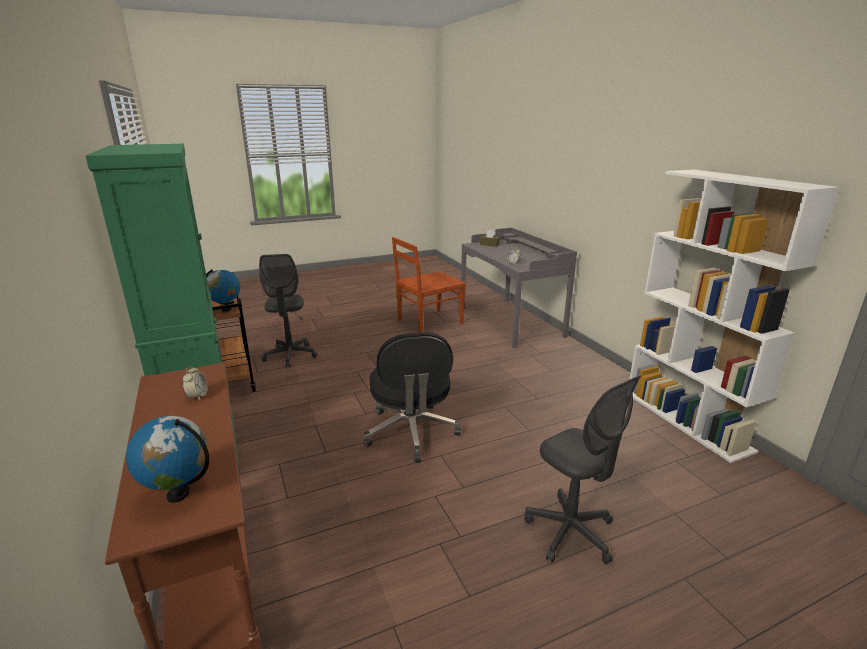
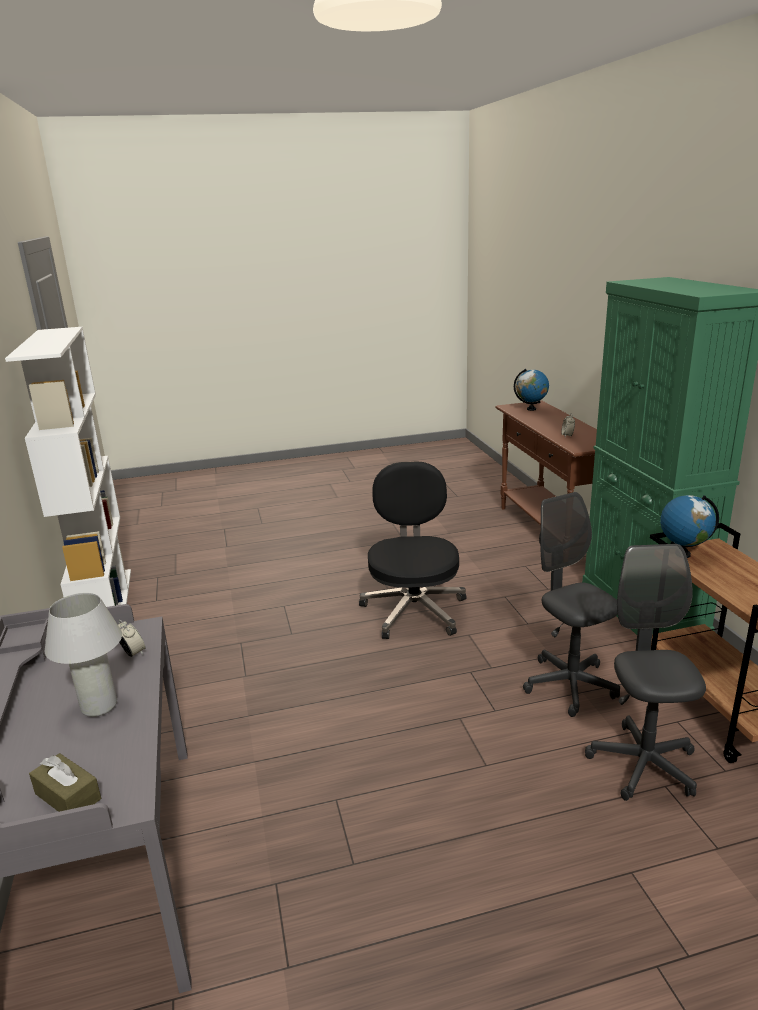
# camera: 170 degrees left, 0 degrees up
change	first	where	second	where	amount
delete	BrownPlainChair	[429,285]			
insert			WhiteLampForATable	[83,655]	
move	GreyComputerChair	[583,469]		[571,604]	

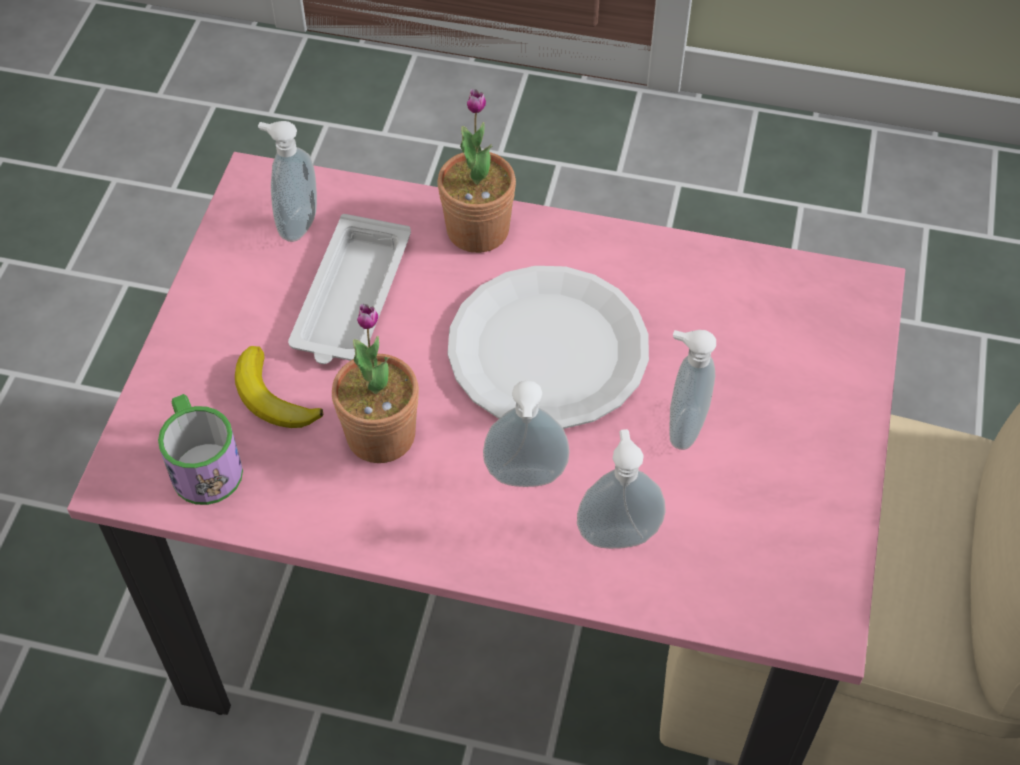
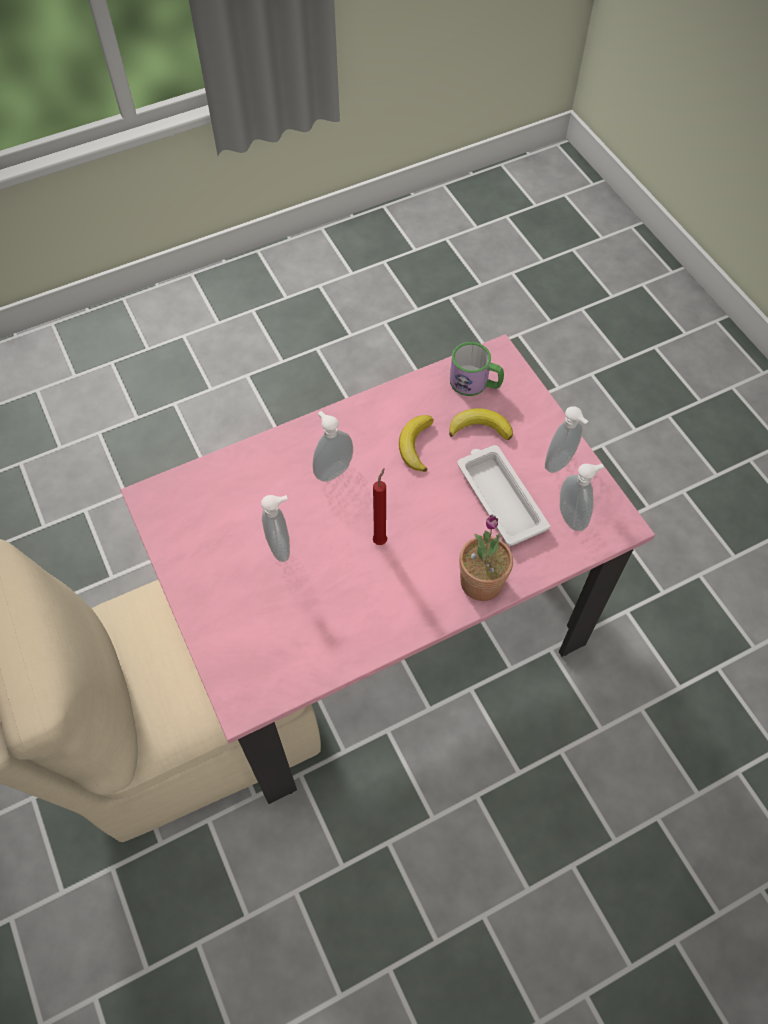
# camera: 140 degrees right, 5 degrees up
change	first	where	second	where	amount
move	SoapBottle	[621,489]		[566,439]	
replace	Houseplant	[375,383]	BananaFruit	[416,443]	
replace	WhiteDinnerPlate	[548,347]	RedWaxLight	[380,507]	

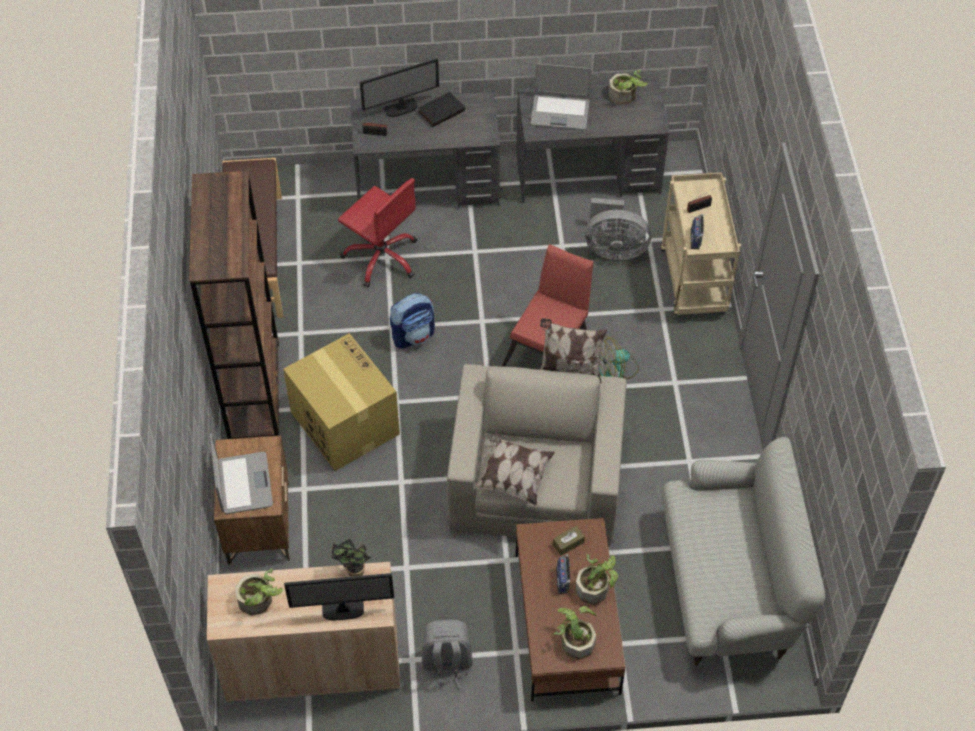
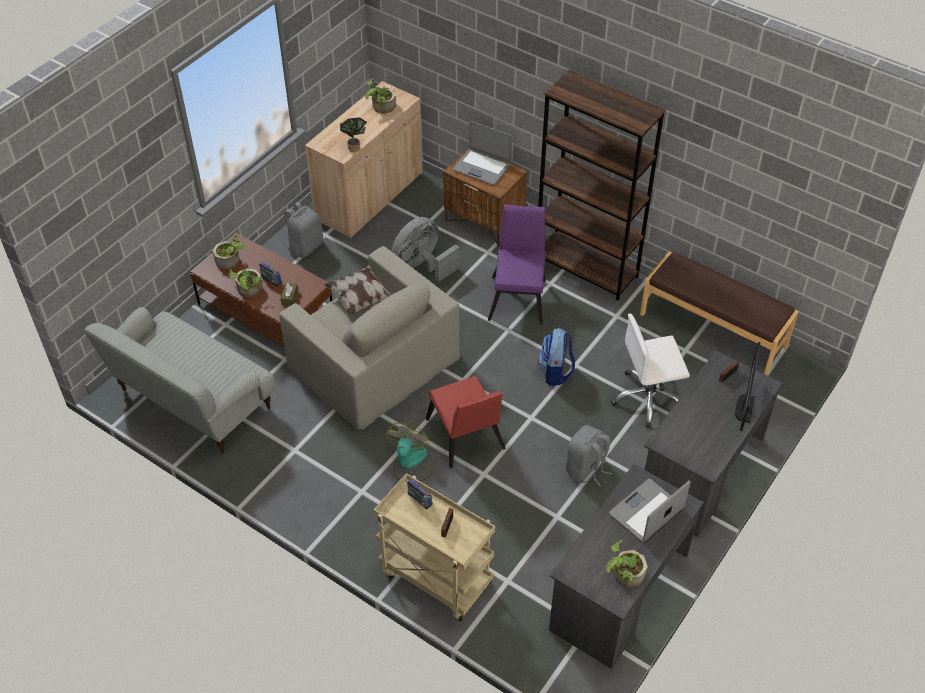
# camera: 130 degrees right, 5 degrees down
change	first	where	second	where	amount
delete	ComputerScreen	[339,596]			
delete	BlackVolume	[441,109]			
delete	ThrowPillow	[573,350]			
insert			GreyBackpack	[589,456]	
move	GreyCoolingFan	[618,229]		[425,249]	
replace	PackingBox	[341,402]	PurplePlainChair	[517,264]	
recolor	RedComputerChair	[377,233]	WhiteComputerChair	[650,371]	

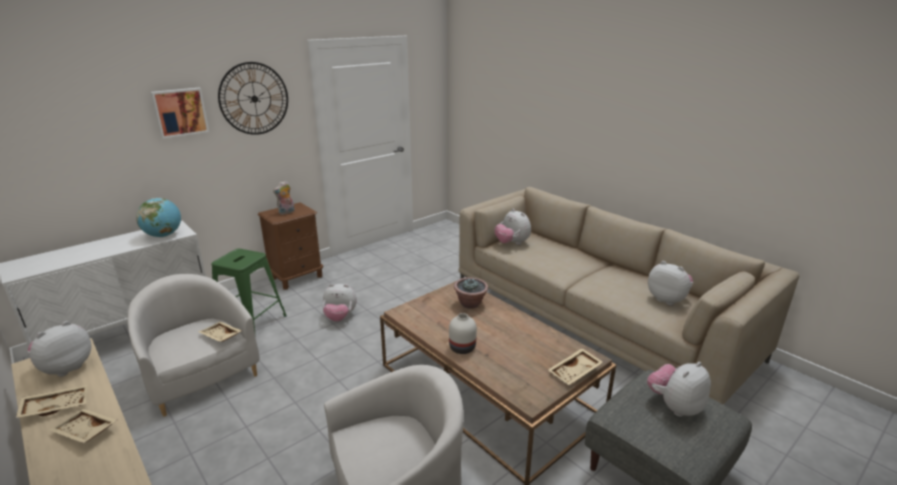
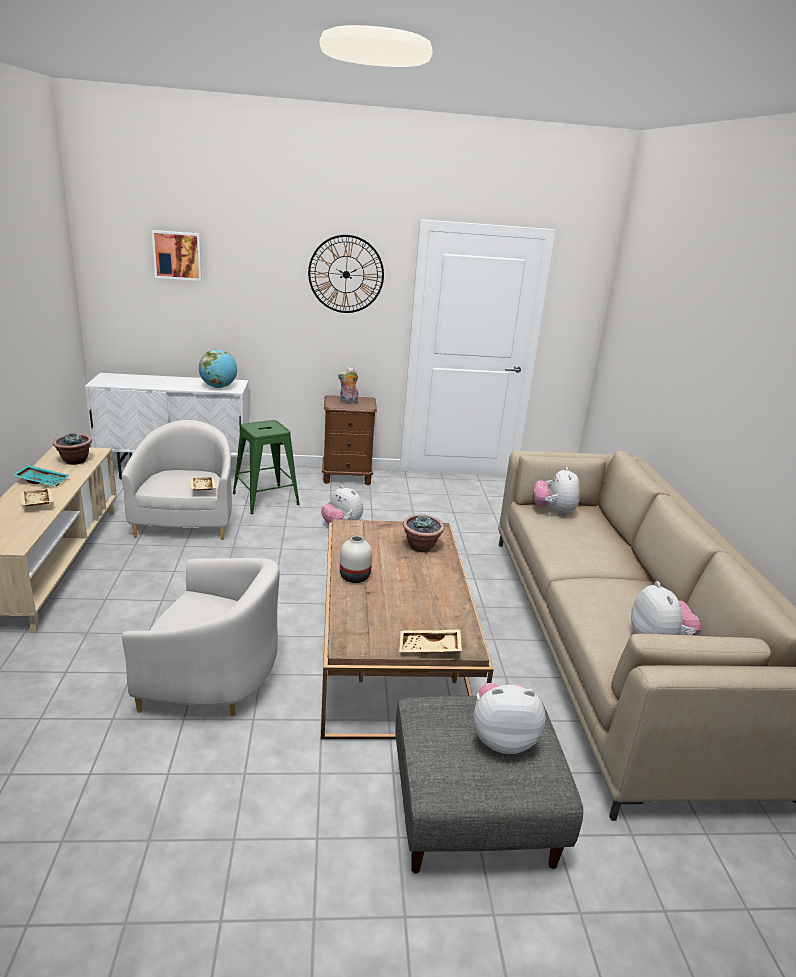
# camera: 35 degrees right, 0 degrees up
change	first	where	second	where	amount
move	WallArt	[180,113]		[177,255]	
replace	SoftToy	[59,349]	Houseplant	[72,448]	
recolor	BeigeColouredServingTray	[52,401]	BlueGreenServingTray	[40,475]	

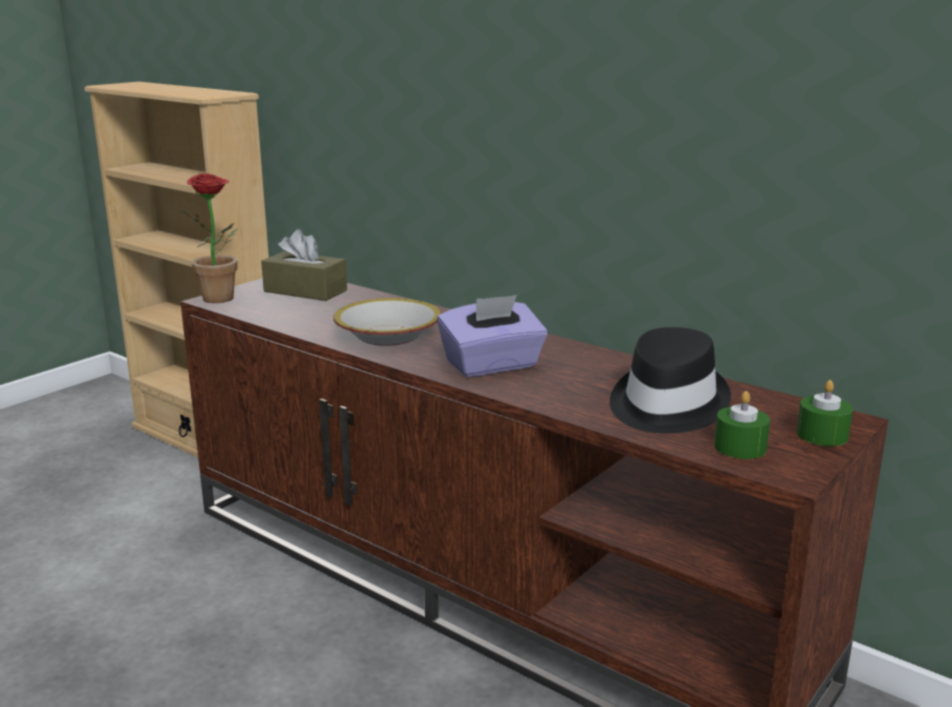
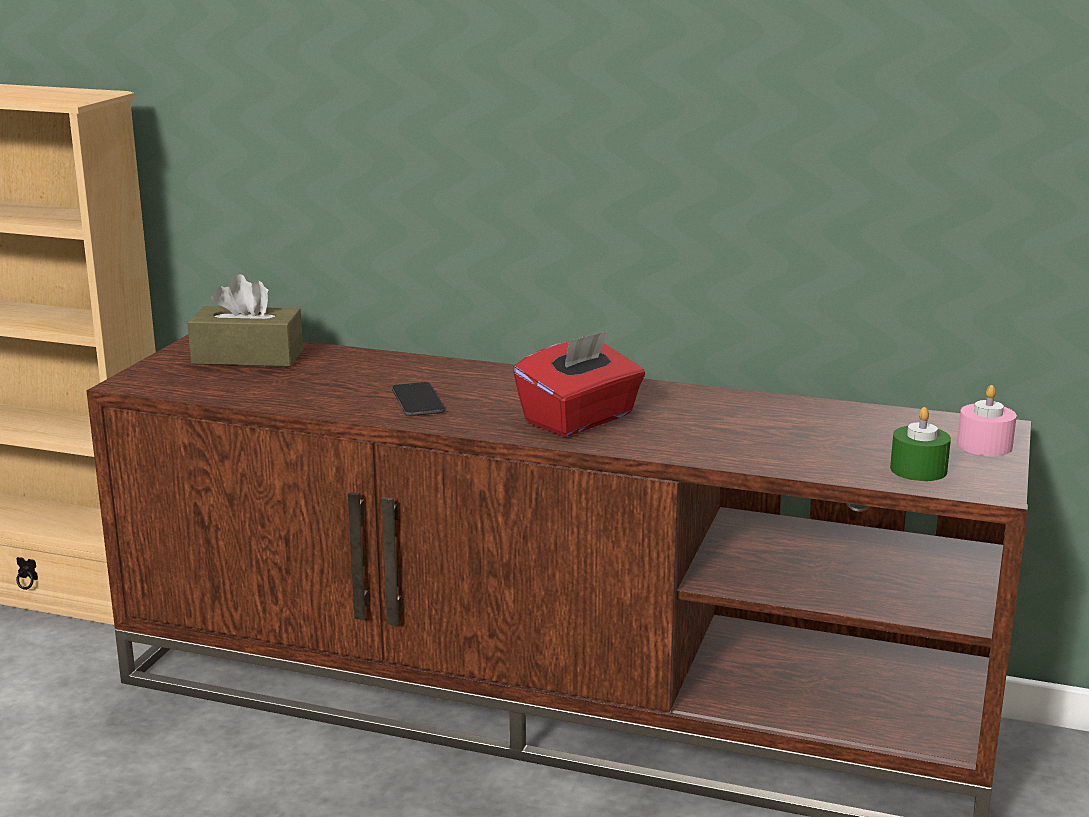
# camera: 20 degrees left, 0 degrees up
change	first	where	second	where	amount
delete	Houseplant	[208,238]			
delete	BlackHat	[670,380]			
replace	ServingBowl	[387,322]	Telephone	[418,399]	
recolor	PurpleTissueHolder	[492,336]	RedTissueHolder	[579,383]	
recolor	GreenColouredWaxLight	[825,413]	PinkWaxLight	[987,420]	

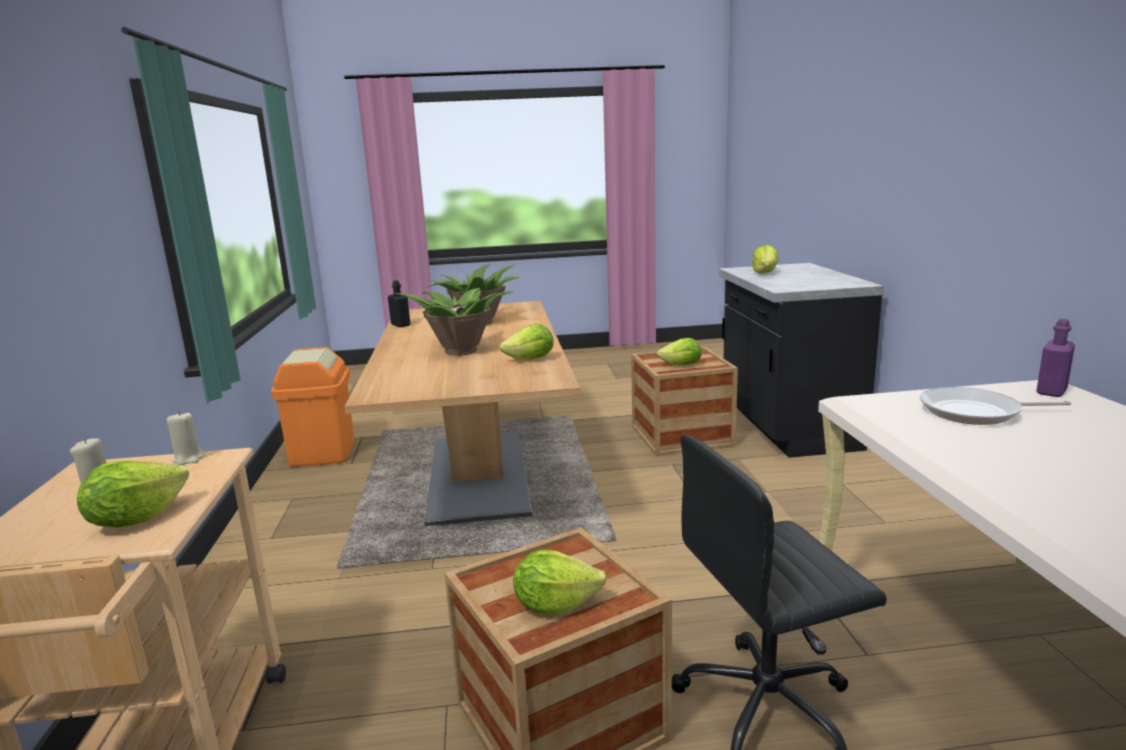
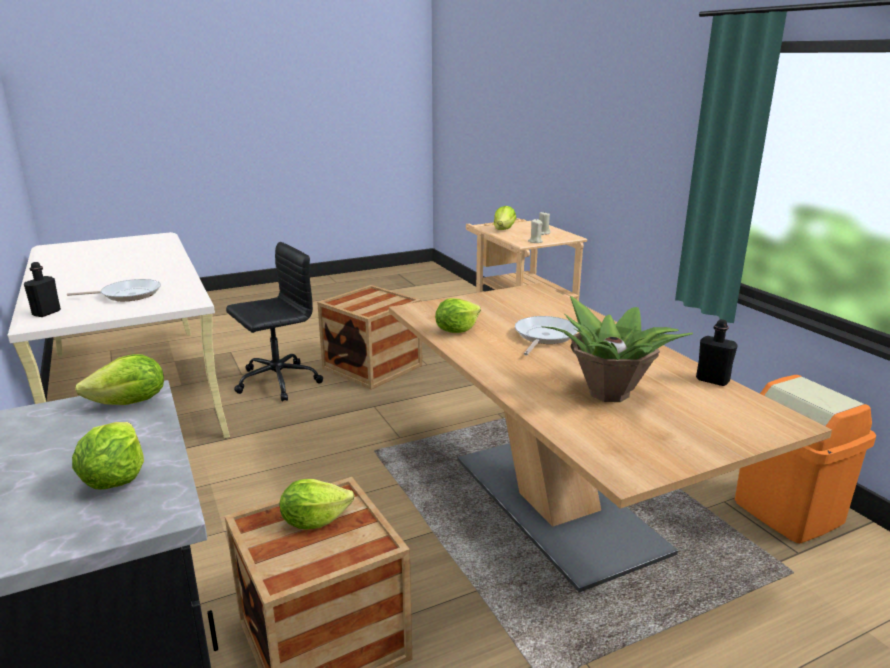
# camera: 160 degrees right, 5 degrees up
change	first	where	second	where	amount
move	Lettuce	[560,582]		[119,379]	
replace	Houseplant	[454,322]	Pan	[546,335]	
recolor	PurpleBottle	[1055,358]	BlackBottle	[42,289]	

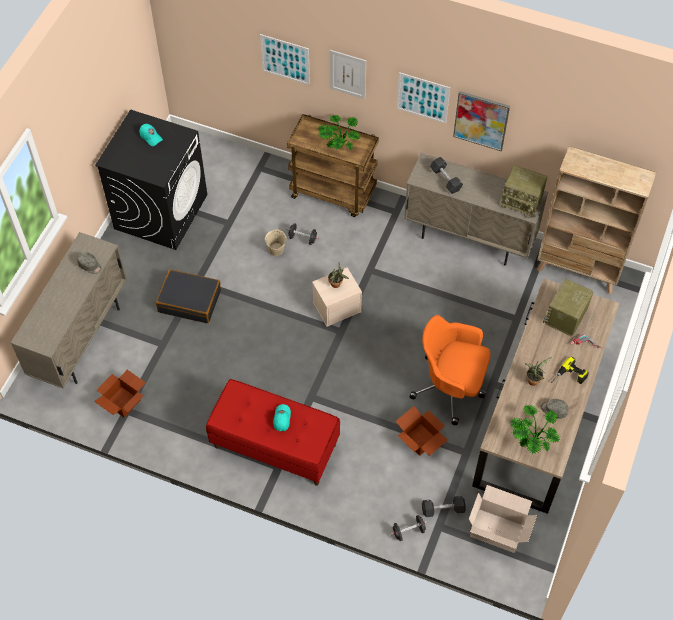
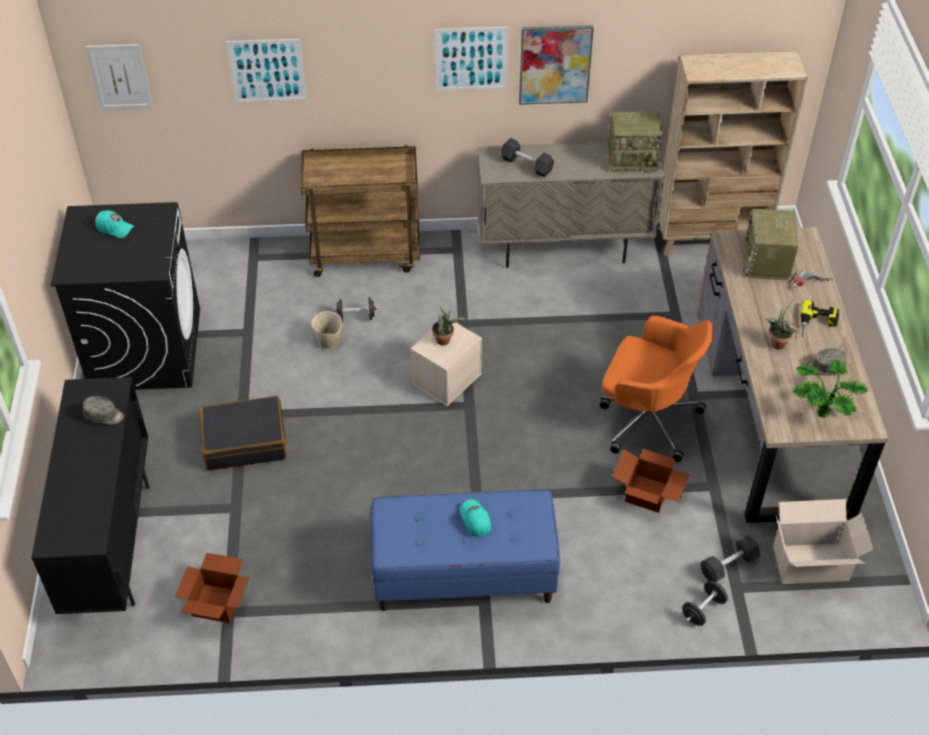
# camera: 25 degrees left, 10 degrees down
change	first	where	second	where	amount
delete	Houseplant	[339,132]			
move	WallArt	[348,74]		[119,77]	
recolor	BeigeColouredCabinet	[69,310]	BlackCabinet	[90,495]	
recolor	RedIndoorBench	[273,432]	BlueColouredIndoorBench	[465,550]	
rotate	OrangeColouredComputerChair	[450,370]		[656,389]	150 degrees counterclockwise

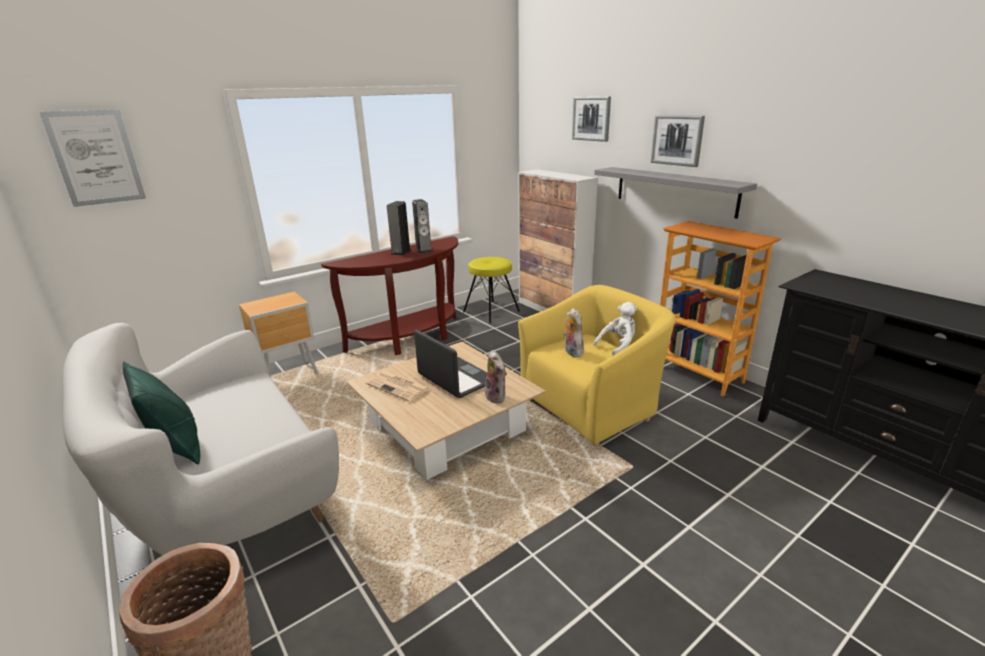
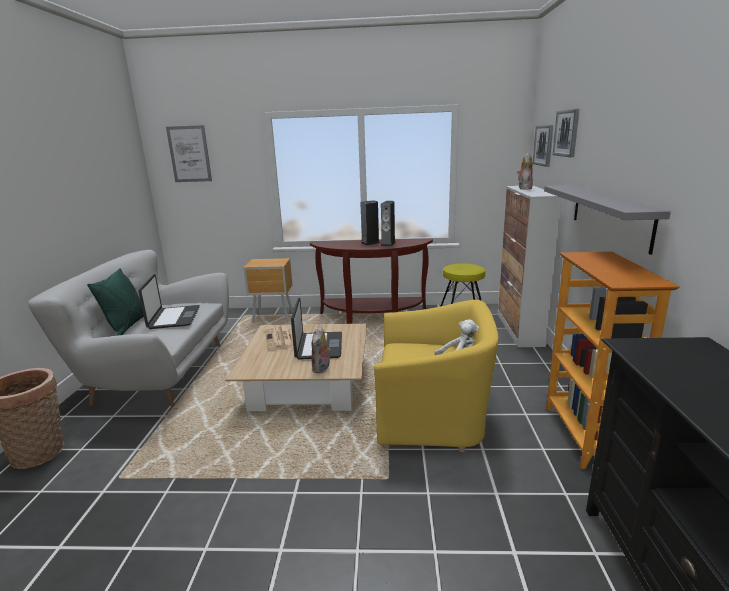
# camera: 40 degrees right, 5 degrees down
change	first	where	second	where	amount
insert			PortableComputer	[169,301]	
move	SoftToy	[573,332]		[525,171]	
move	WallArt	[678,141]		[543,146]	

